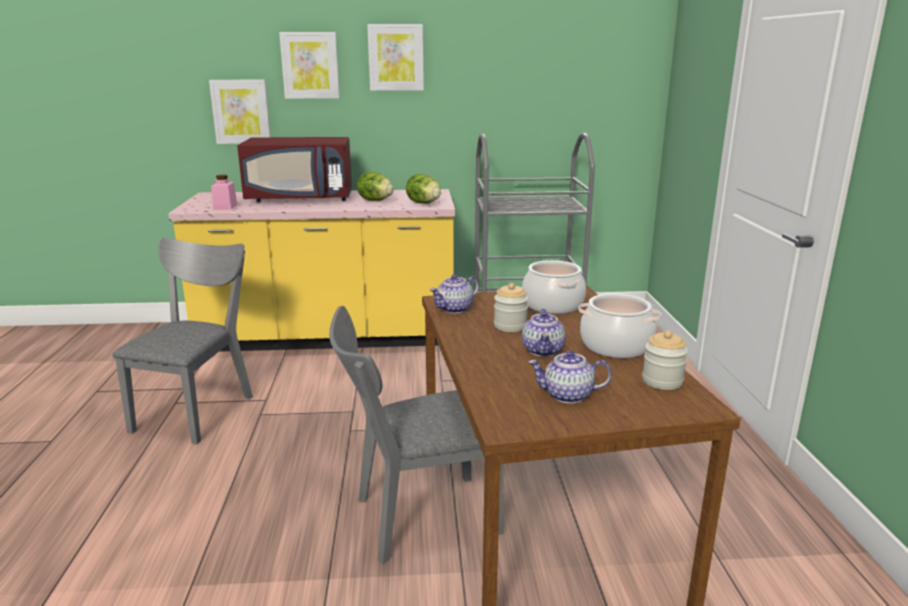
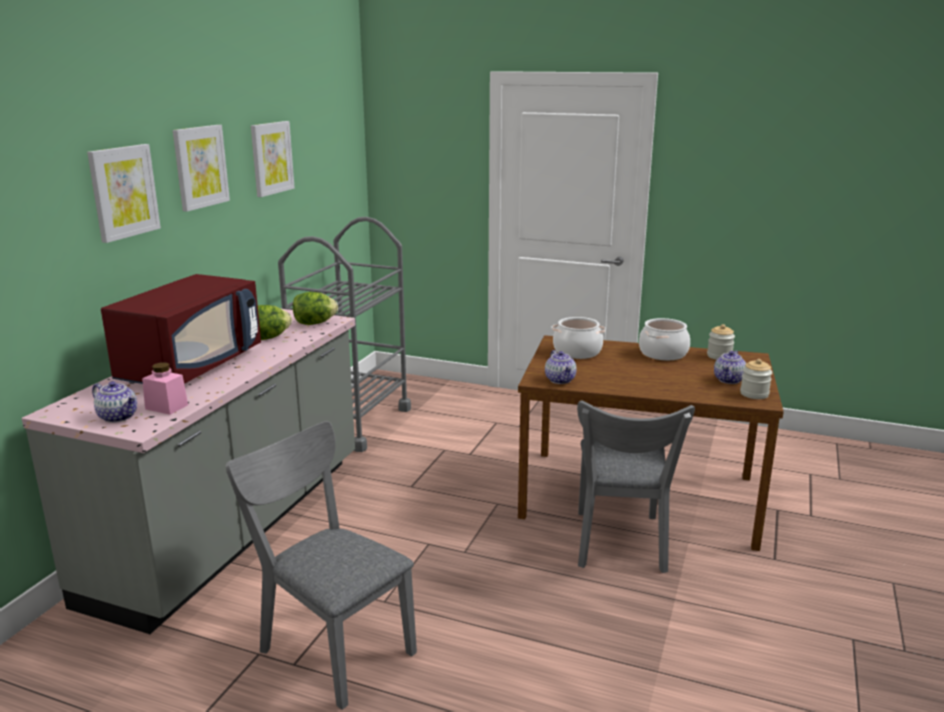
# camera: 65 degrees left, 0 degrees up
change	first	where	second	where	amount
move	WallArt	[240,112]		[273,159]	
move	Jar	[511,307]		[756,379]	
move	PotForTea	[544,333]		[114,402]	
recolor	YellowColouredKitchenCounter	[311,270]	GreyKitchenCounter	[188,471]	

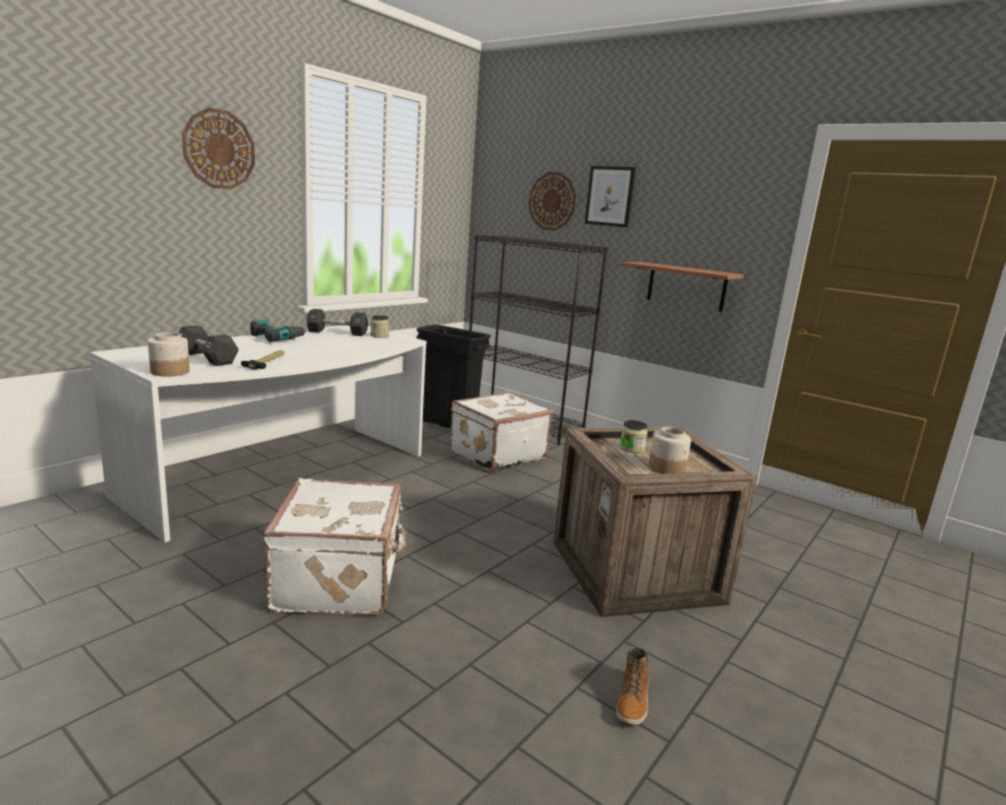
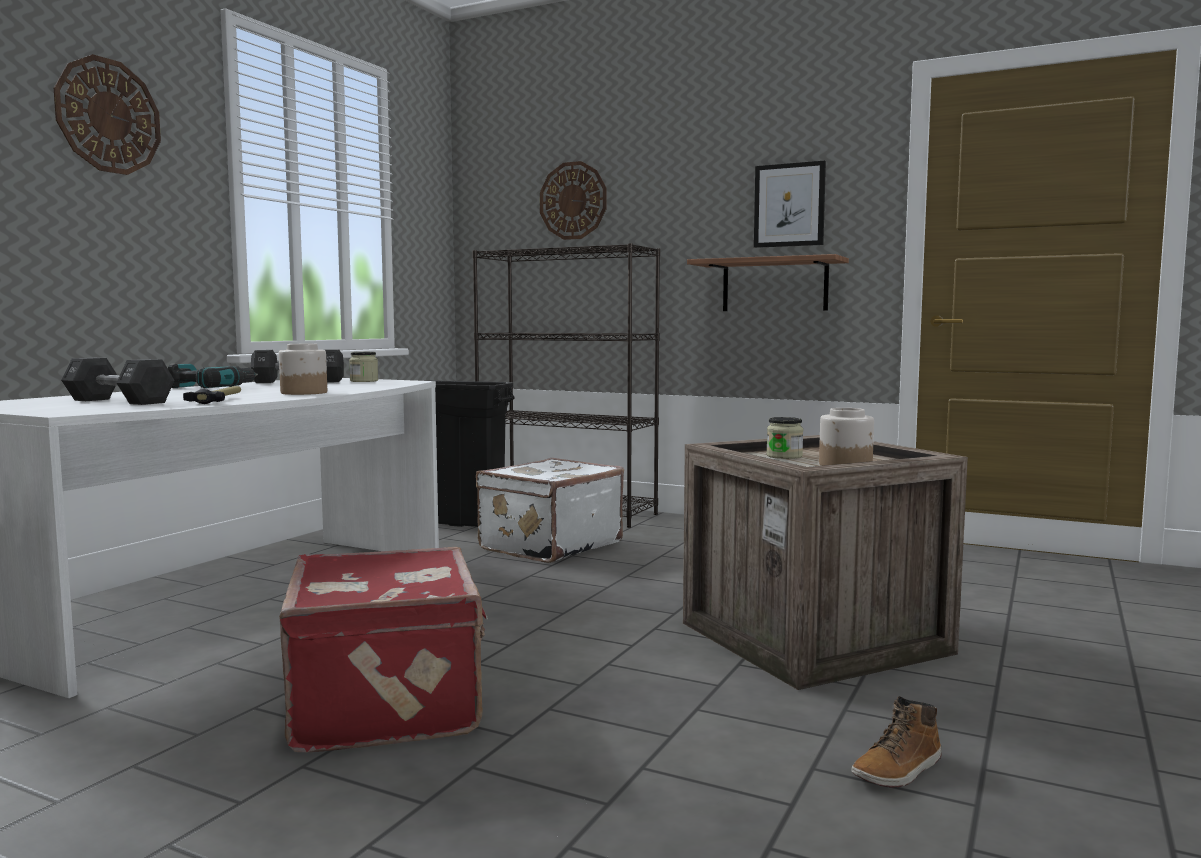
# camera: 10 degrees left, 10 degrees down
change	first	where	second	where	amount
move	Jar	[169,354]		[303,369]	
move	WallArt	[610,197]		[790,204]	
recolor	WhitePieceOfLuggage	[335,547]	RedPieceOfLuggage	[383,649]	
rotate	TallBoot	[632,686]		[897,742]	45 degrees clockwise

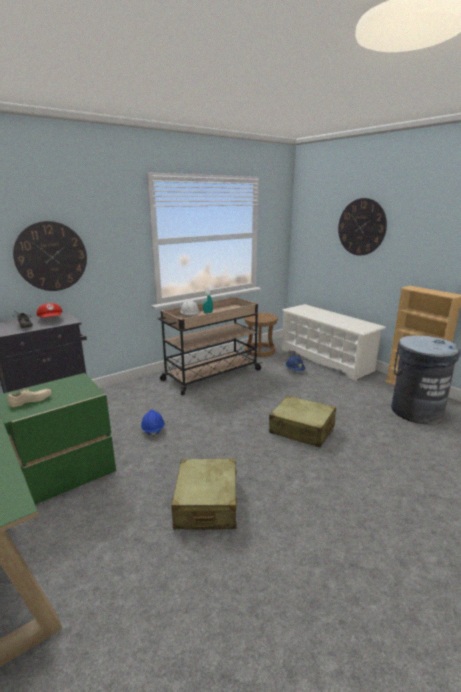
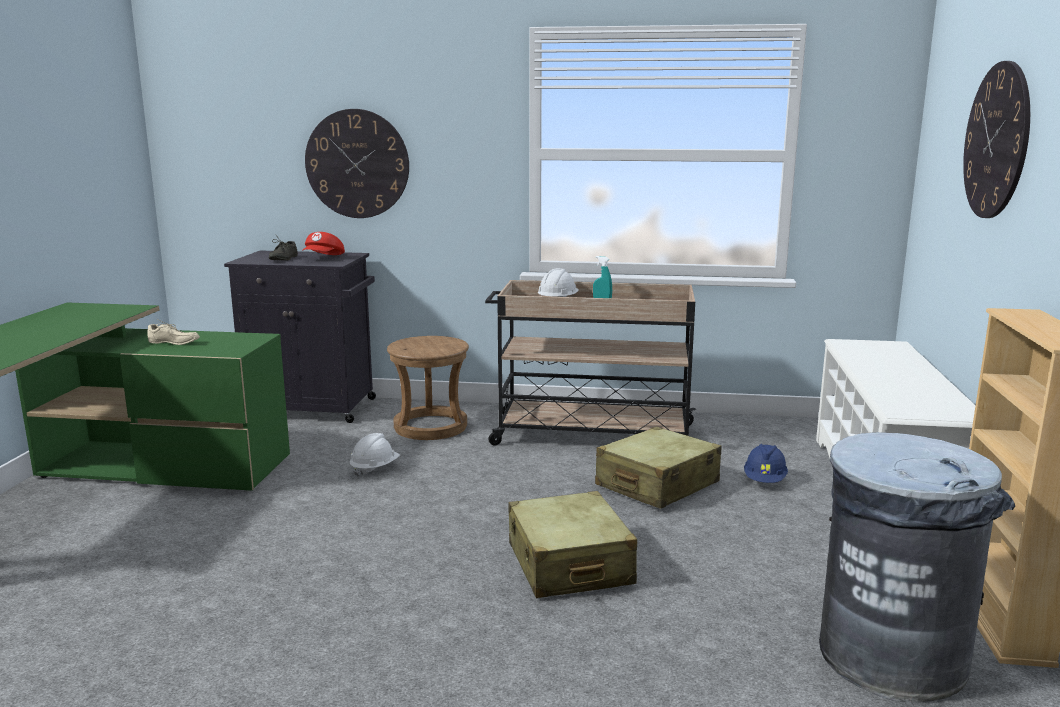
# camera: 45 degrees right, 5 degrees down
change	first	where	second	where	amount
move	BeigeColouredPieceOfLuggage	[204,494]		[658,468]	
move	BrownSittingStool	[261,334]		[428,388]	
recolor	BlueColouredHardHat	[153,423]	WhiteHardHat	[375,455]	

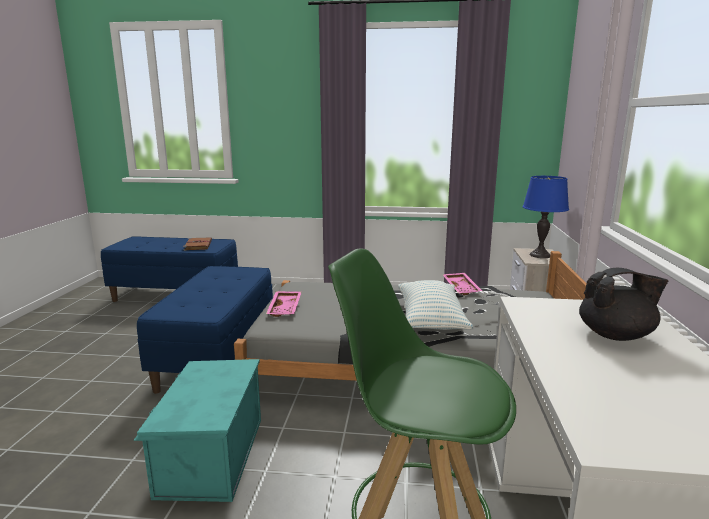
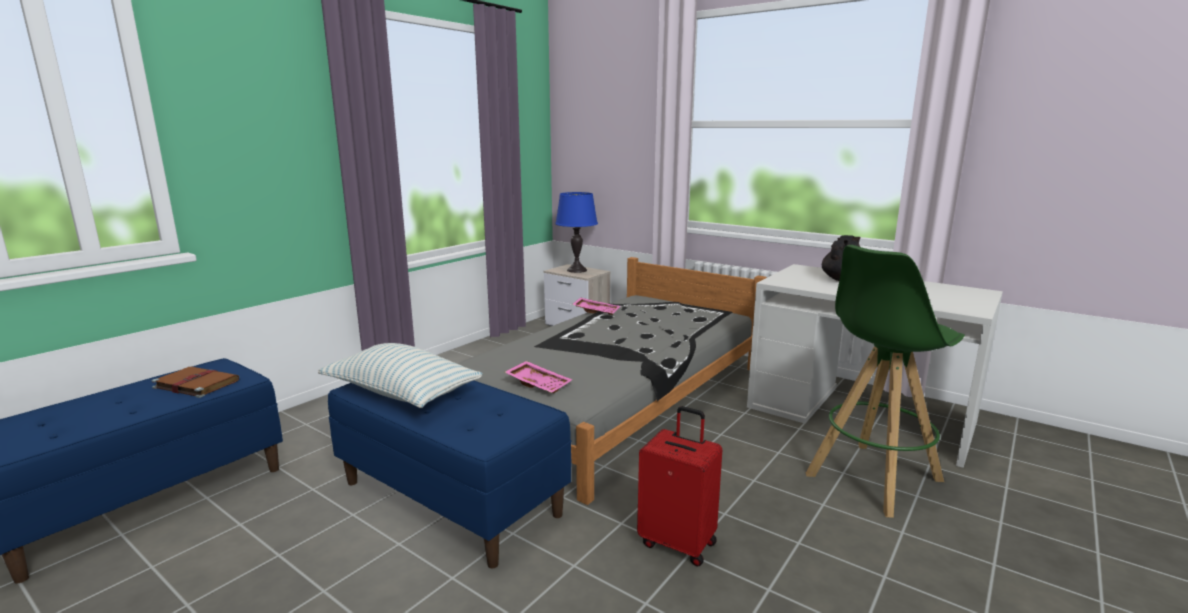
# camera: 60 degrees left, 0 degrees up
change	first	where	second	where	amount
move	ThrowPillow	[435,305]		[400,375]	
replace	BlueGreenStorageBin	[197,430]	RedPieceOfLuggage	[679,486]	

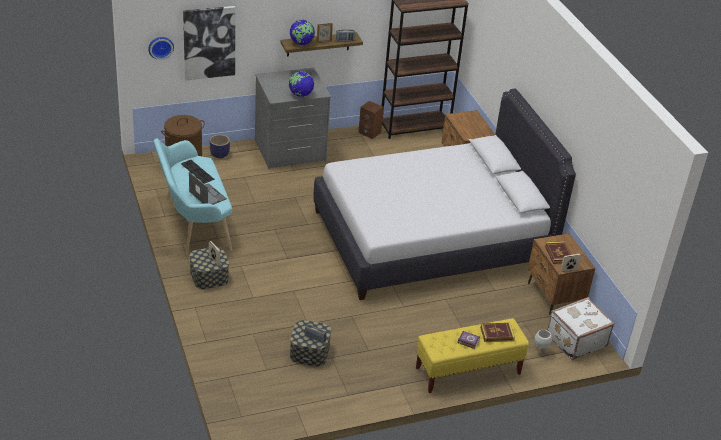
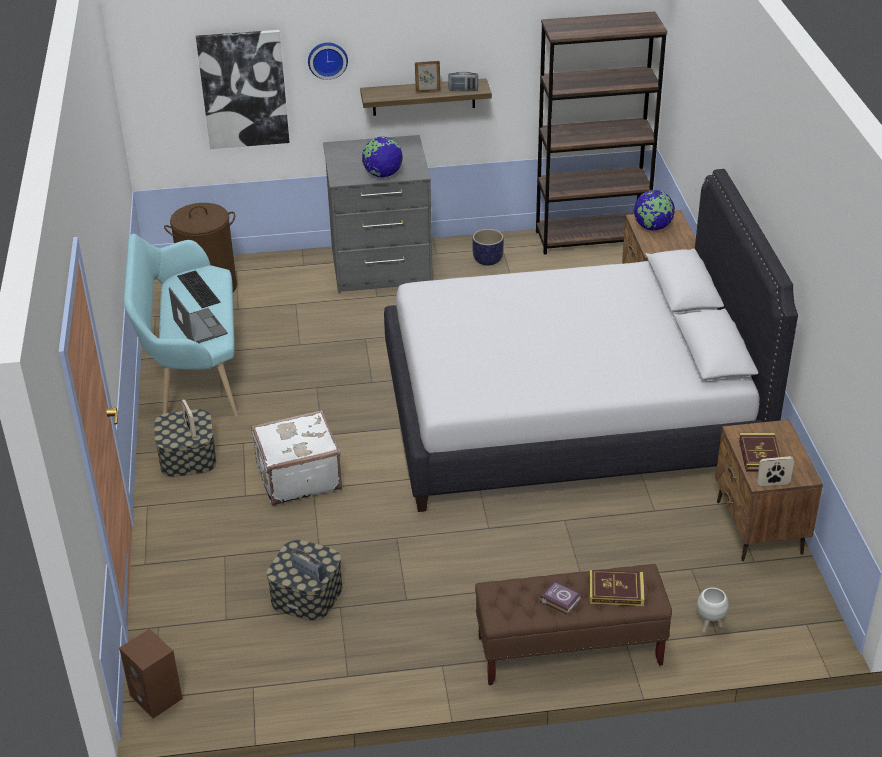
# camera: 15 degrees right, 0 degrees up
change	first	where	second	where	amount
move	ClockOnTheWall	[161,48]		[328,61]	
move	PlantPot	[220,146]		[488,247]	
move	WorldGlobe	[302,32]		[654,210]	
move	BrownAudioSpeaker	[371,120]		[151,673]	
move	WhitePieceOfLuggage	[581,328]		[296,458]	
recolor	YellowColouredIndoorBench	[472,355]	BrownIndoorBench	[573,624]	

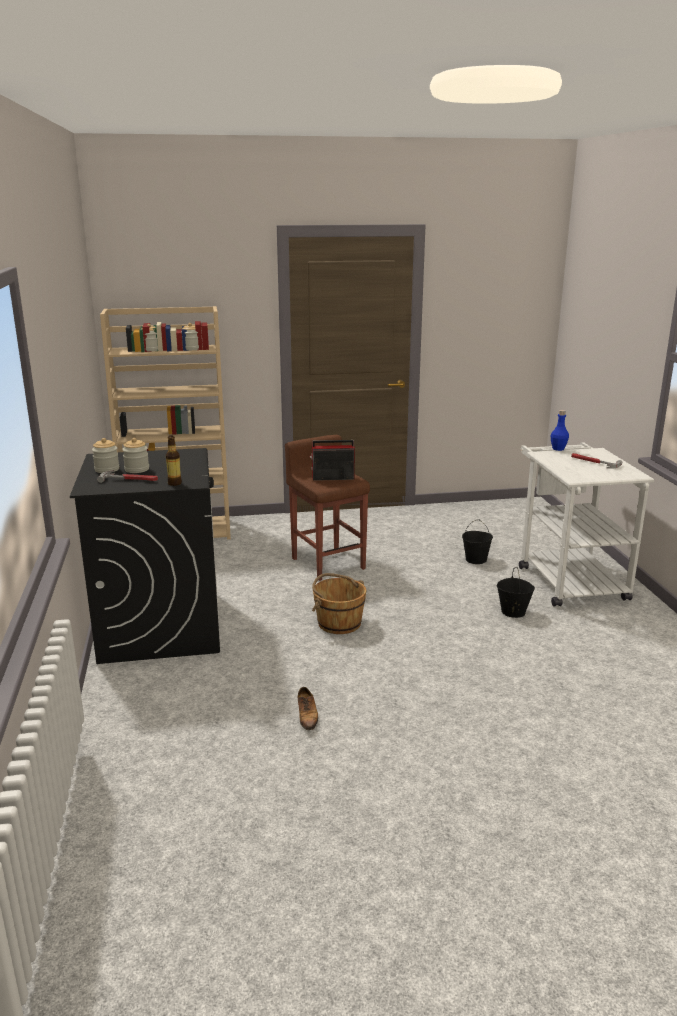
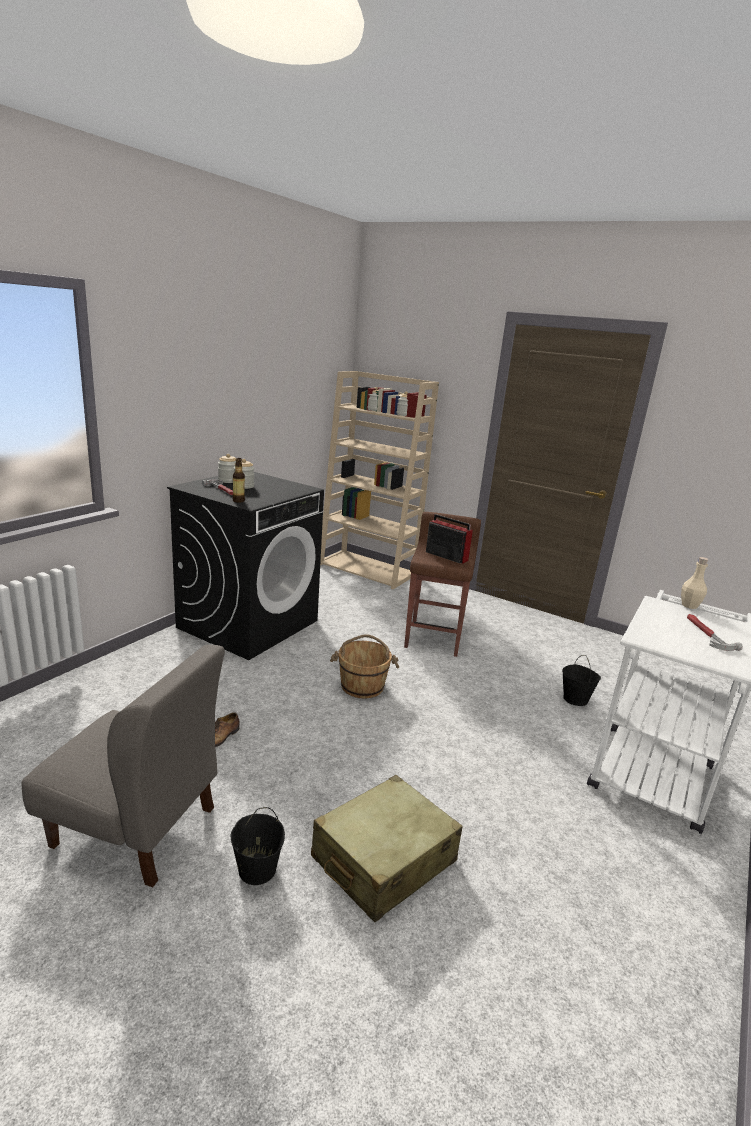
# camera: 40 degrees right, 0 degrees up
change	first	where	second	where	amount
insert			GreyPlainChair	[123,766]	
insert			BeigeColouredPieceOfLuggage	[386,848]	
move	BlackPail	[515,592]		[258,846]	
recolor	BlueColouredBottle	[560,430]	BeigeColouredBottle	[694,583]	

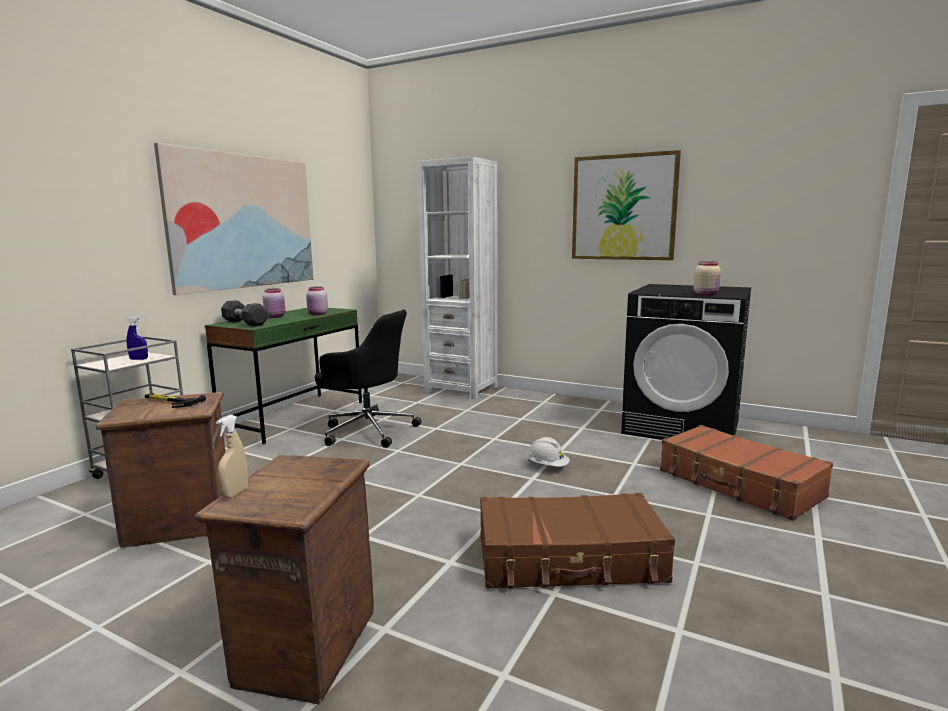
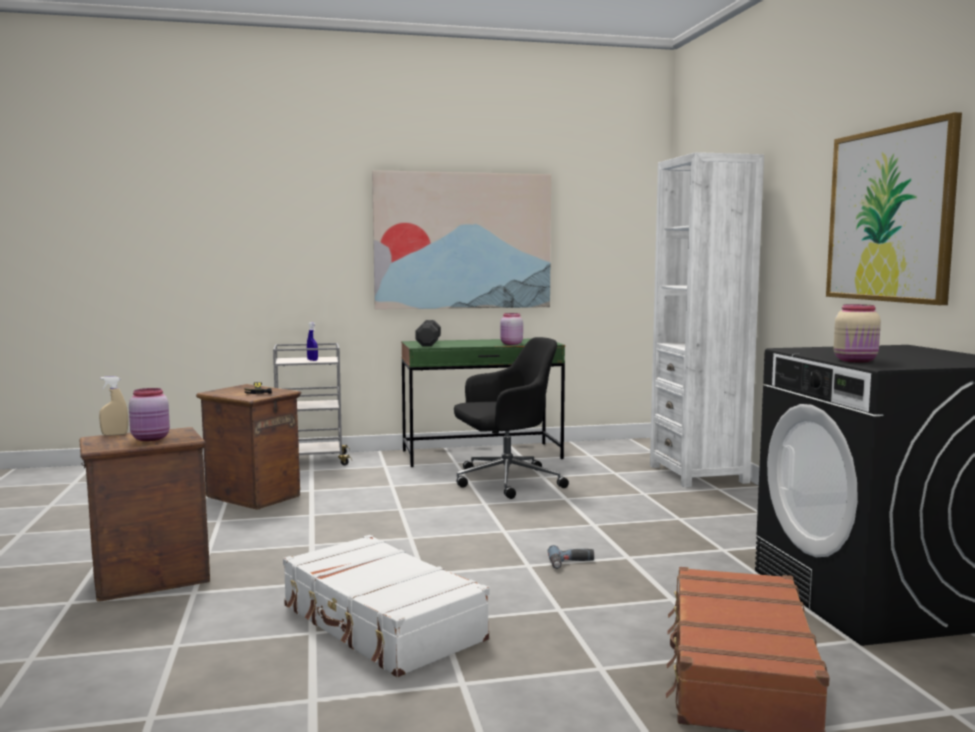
# camera: 50 degrees right, 5 degrees down
change	first	where	second	where	amount
move	PinkJar	[273,303]		[149,414]	
replace	WhiteHardHat	[548,452]	ElectricDrill	[571,557]	
recolor	BrownPieceOfLuggage	[577,541]	WhitePieceOfLuggage	[386,606]	
rotate	BlackComputerChair	[368,379]		[511,418]	90 degrees counterclockwise

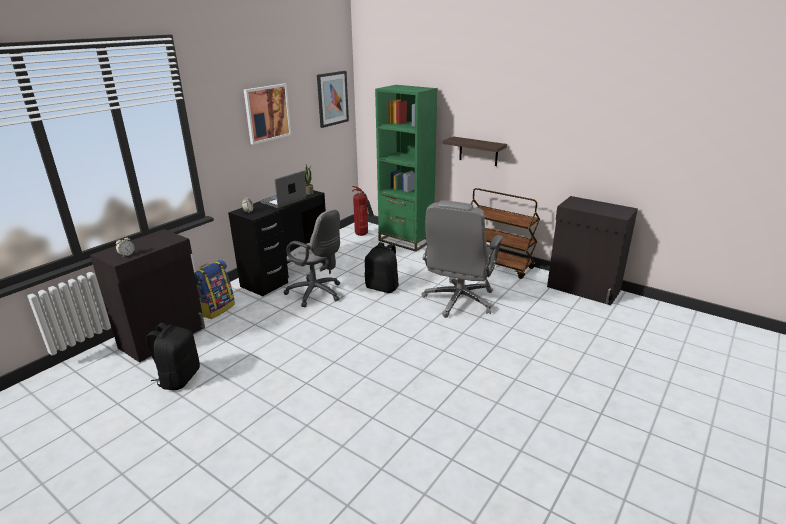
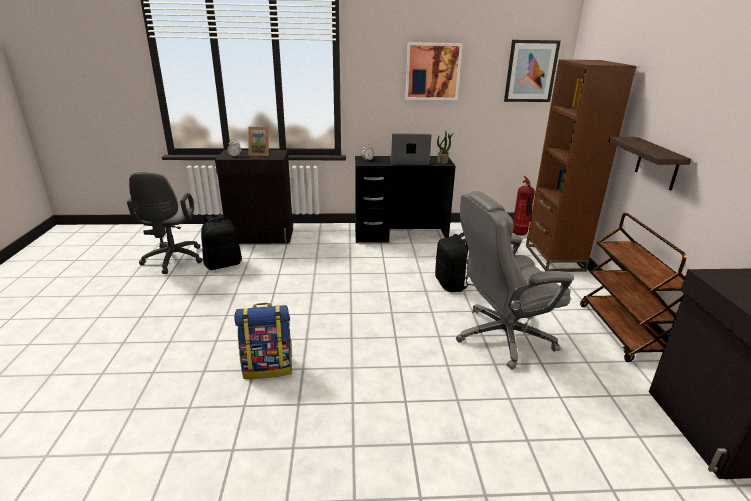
# camera: 50 degrees right, 0 degrees up
change	first	where	second	where	amount
insert			PhotoFrame	[258,141]	
move	Backpack	[214,289]		[263,341]	
move	GreyComputerChair	[312,258]		[165,222]	
recolor	GreenColouredShelvingUnit	[406,168]	BrownShelvingUnit	[581,165]	

